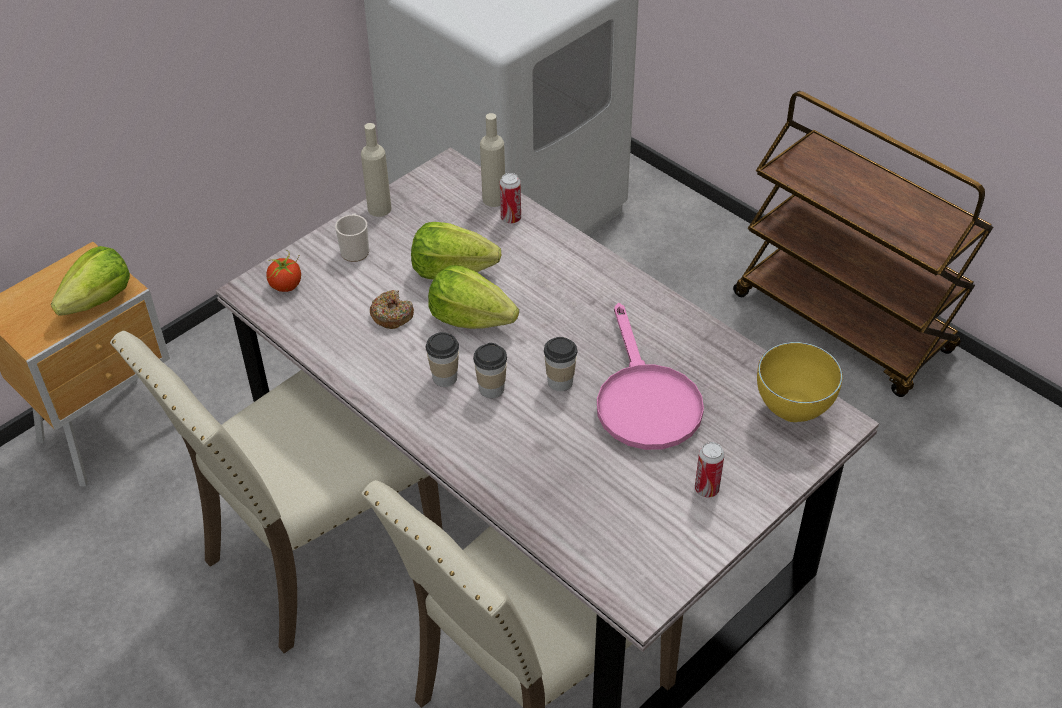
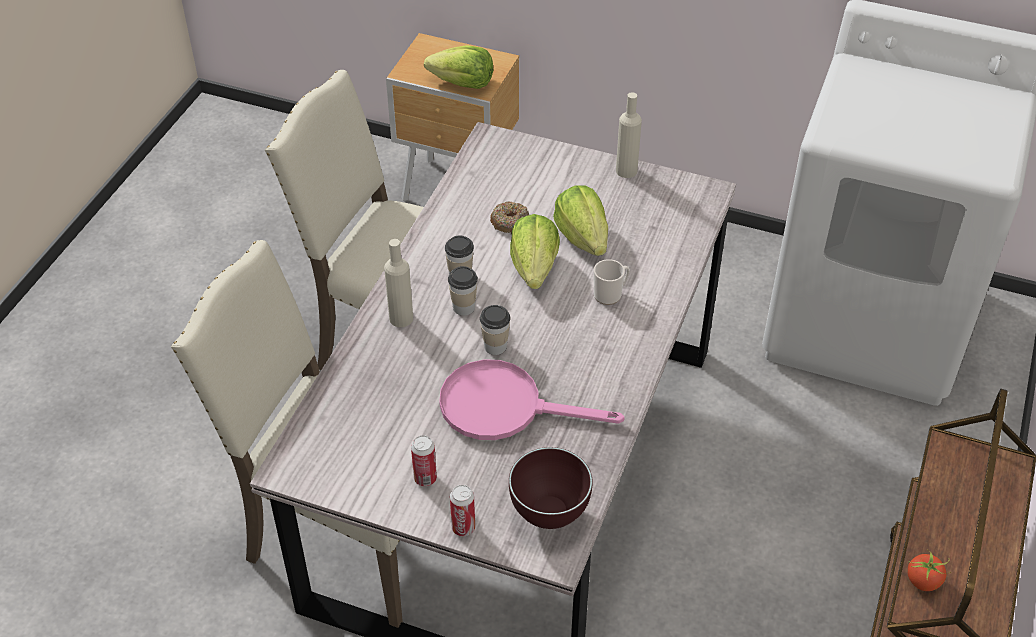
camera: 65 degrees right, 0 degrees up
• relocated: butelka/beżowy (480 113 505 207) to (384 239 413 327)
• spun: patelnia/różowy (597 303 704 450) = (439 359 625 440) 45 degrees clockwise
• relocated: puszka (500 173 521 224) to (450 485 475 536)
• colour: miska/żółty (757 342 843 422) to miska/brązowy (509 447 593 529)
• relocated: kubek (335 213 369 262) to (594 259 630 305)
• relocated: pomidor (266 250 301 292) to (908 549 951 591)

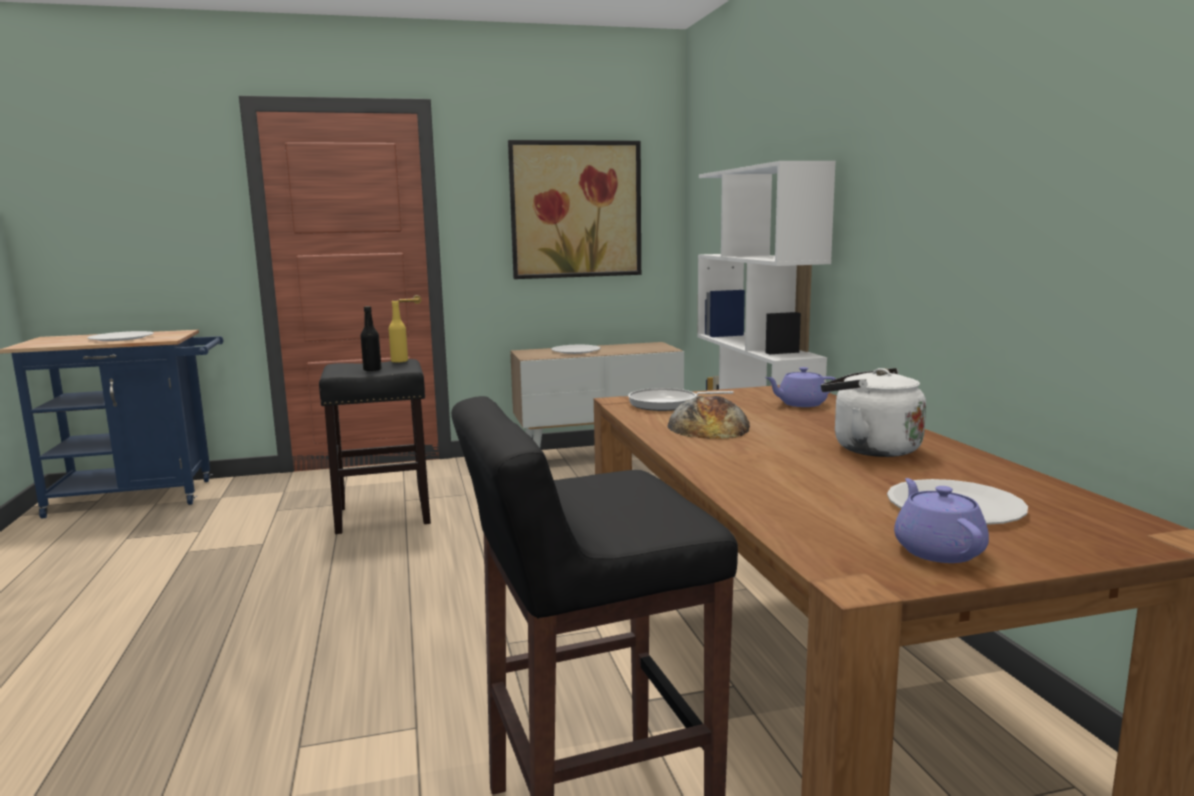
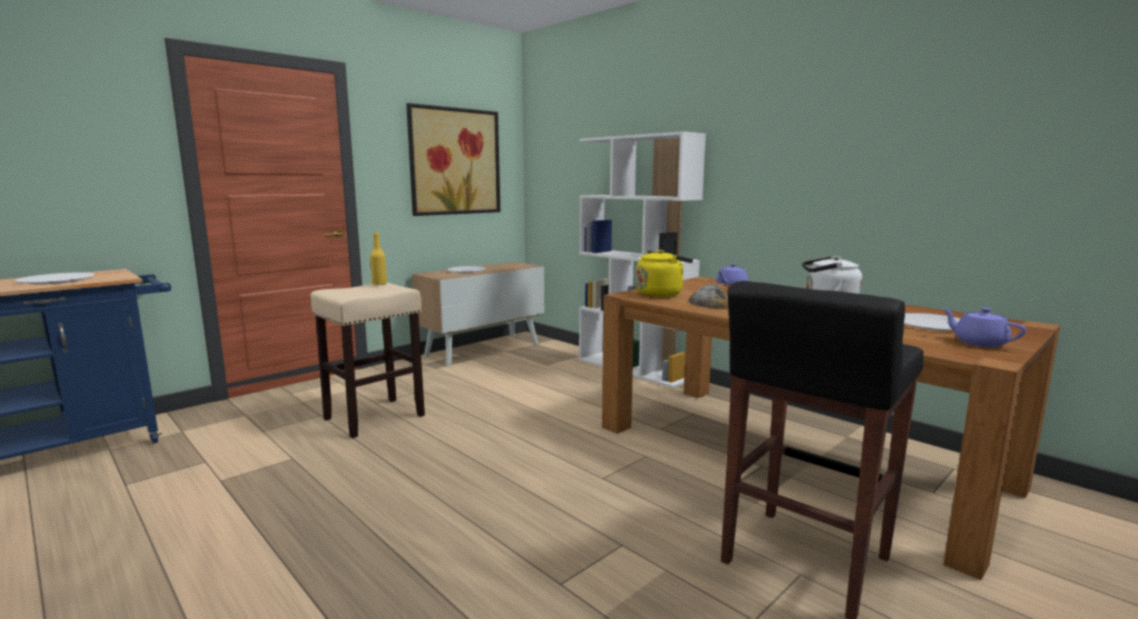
camera: 30 degrees left, 0 degrees up
• colour: stołek/czarny (319 359 431 534) to stołek/beżowy (310 283 425 438)
• exchanged: patelnia (628 388 734 411) to czajnik/żółty (636 250 693 297)
• missing: butelka/czarny (361 306 381 371)

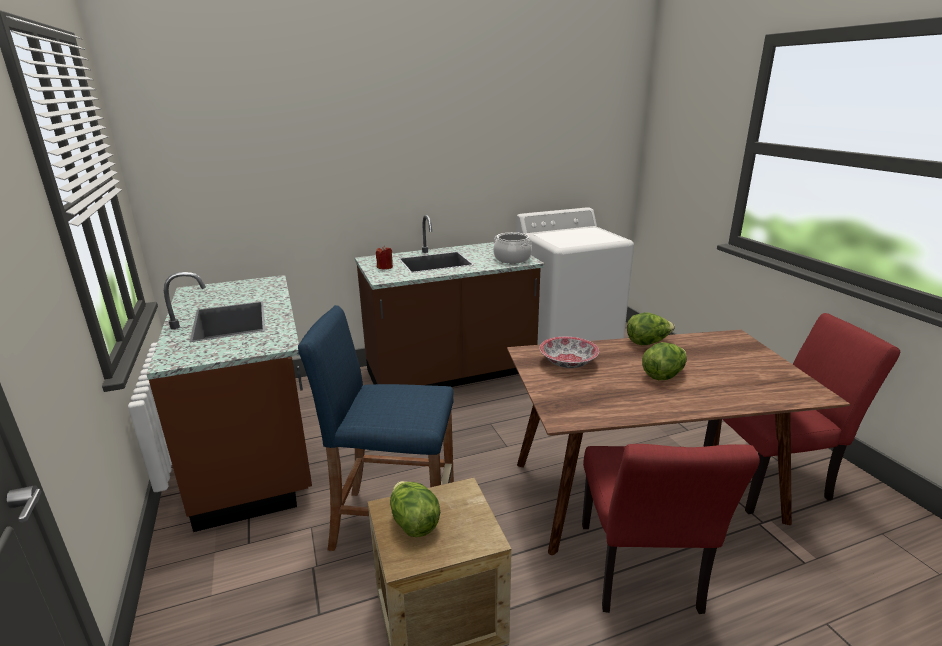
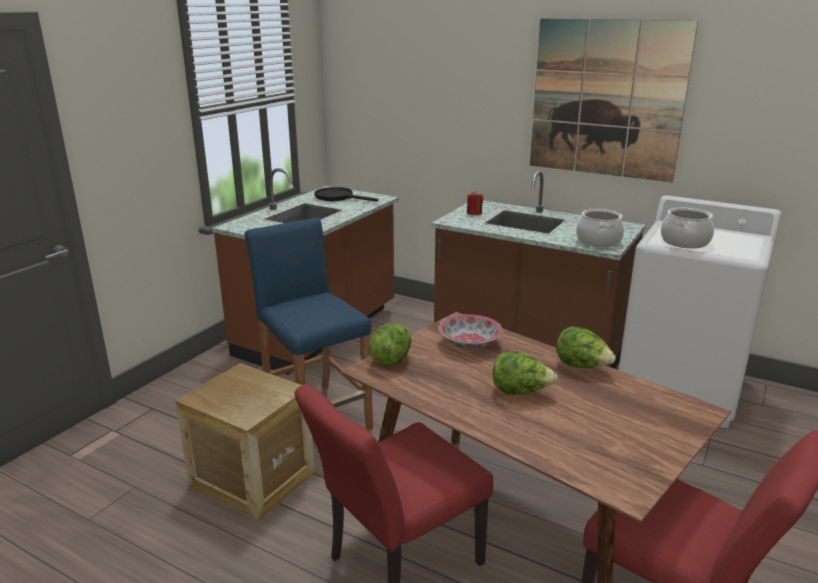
camera: 50 degrees right, 0 degrees up
• appeared: patelnia/czarny (315 187 379 202)
• relocated: sałata (390 481 440 537) to (368 324 412 366)
• appeared: obraz (530 18 698 182)
• appeared: garnek (661 208 714 249)

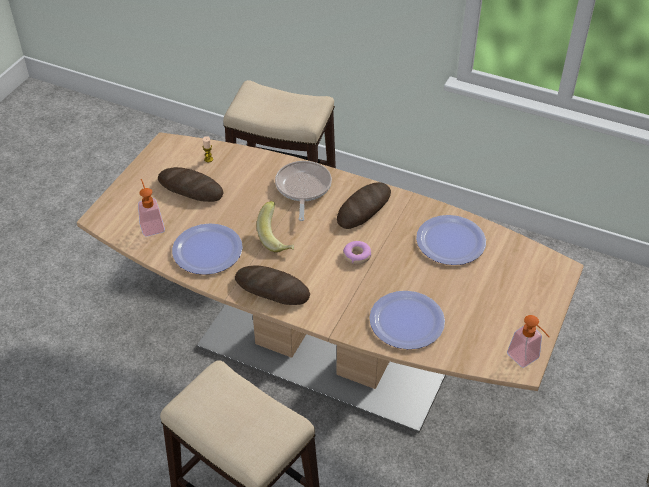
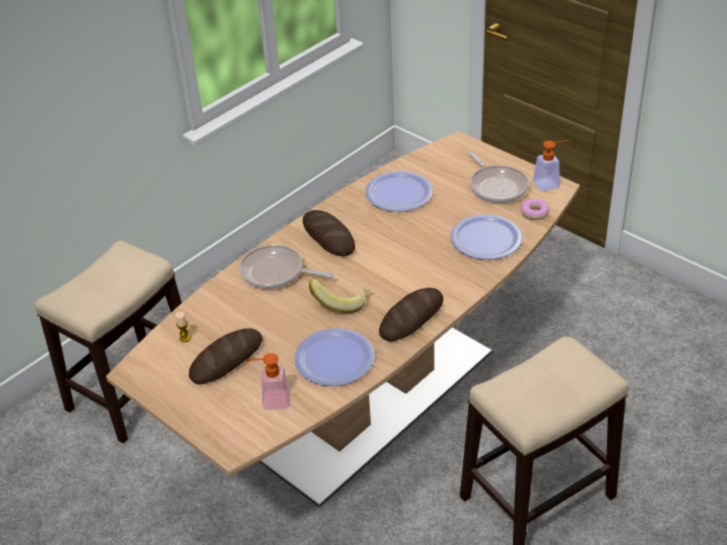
camera: 70 degrees left, 5 degrees down
• appeared: patelnia (467 150 529 203)
• relocated: donut (343 241 372 264) to (521 199 549 220)

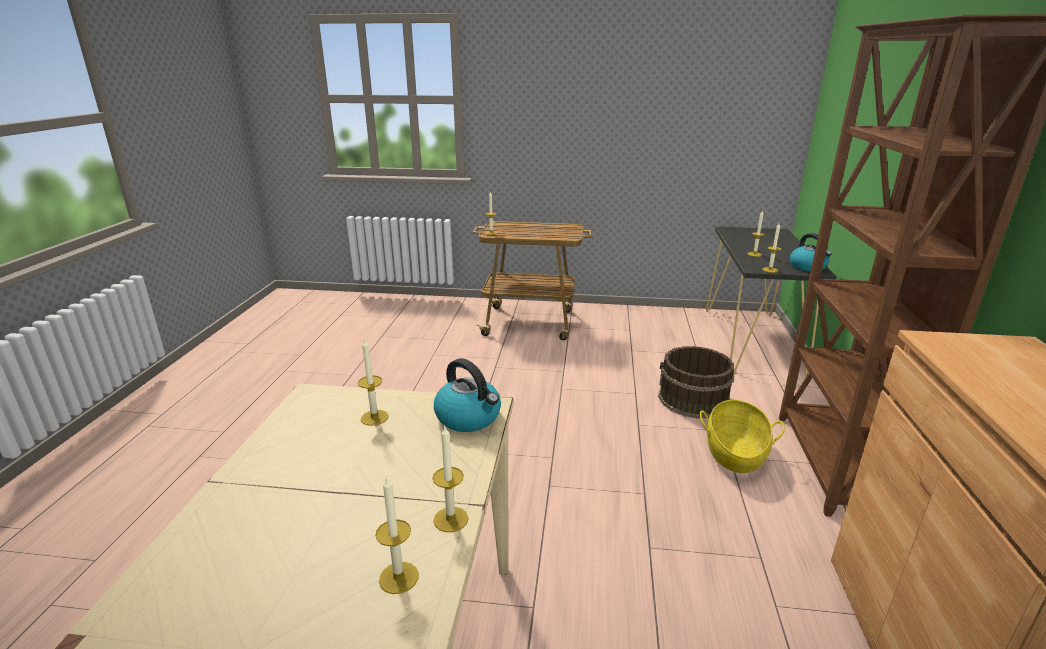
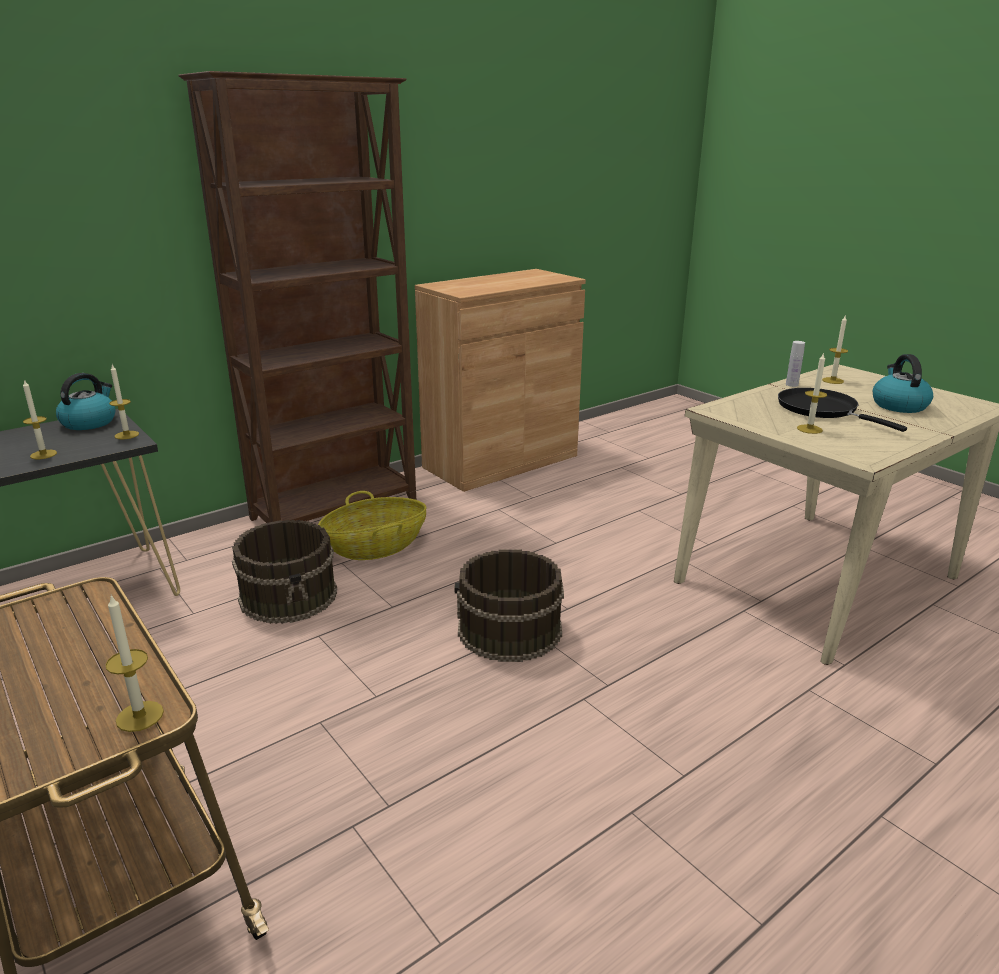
camera: 135 degrees left, 0 degrees up
• appeared: wiadro/brązowy (454 549 564 662)
• appeared: patelnia/czarny (778 388 907 432)
• exchanged: świeca (433 425 469 532) to butelka/biały (786 341 805 387)
• relocated: czajnik (434 358 501 432) to (873 354 933 413)

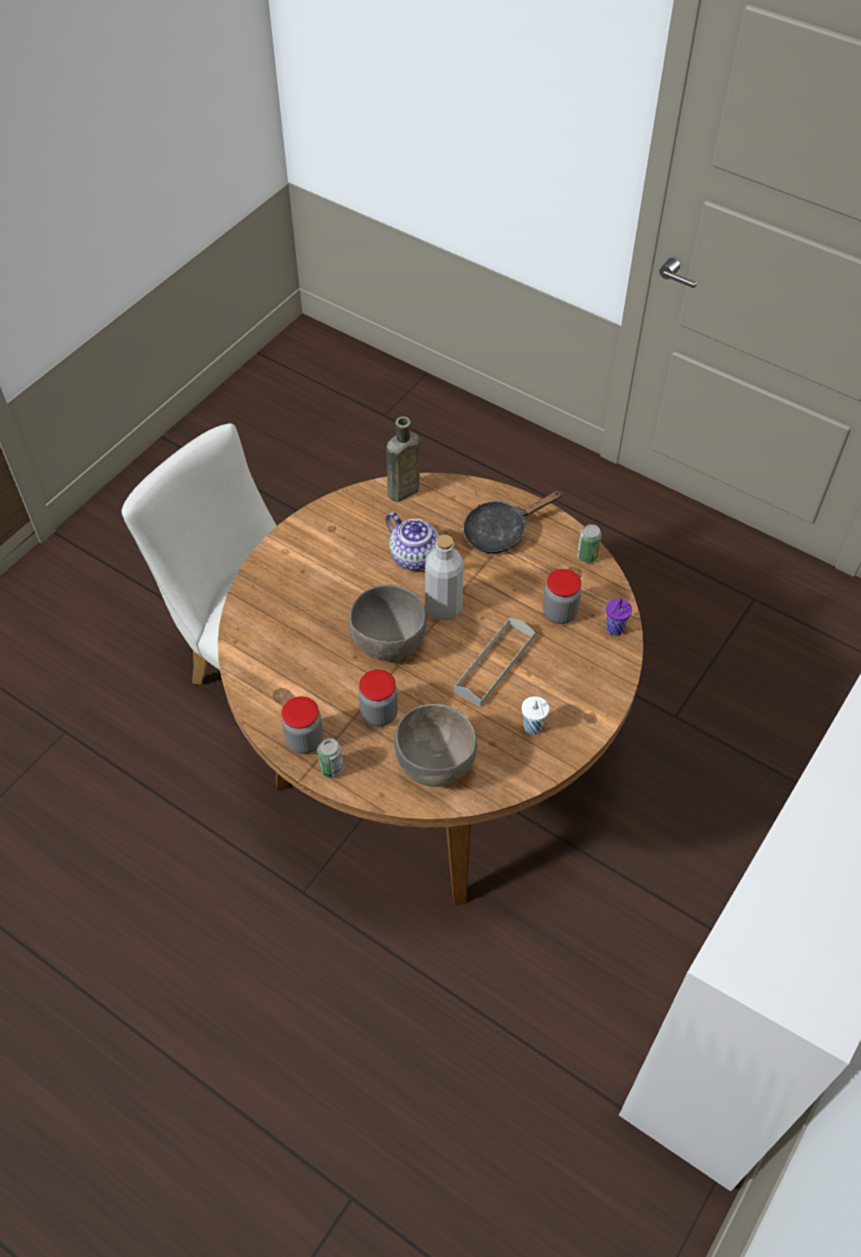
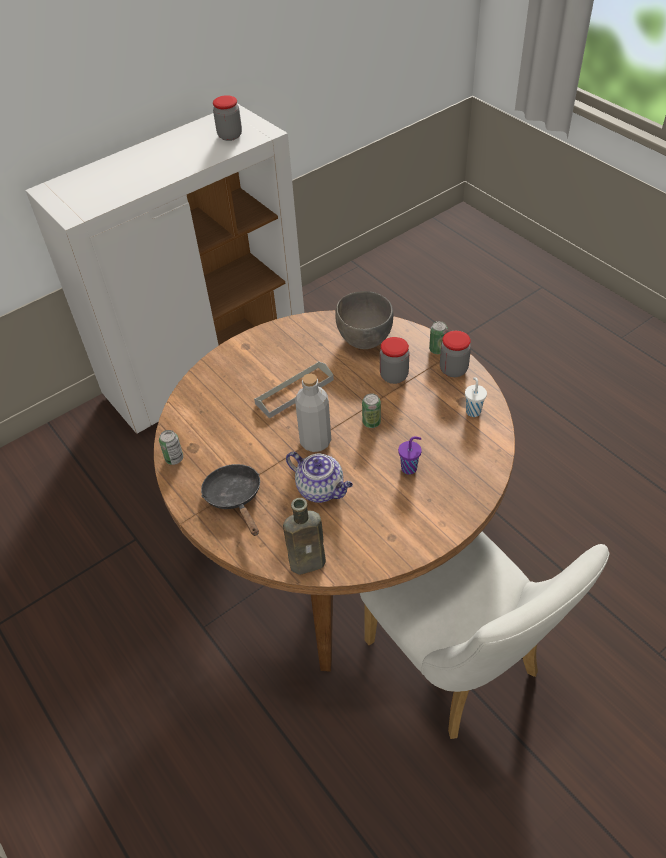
camera: 160 degrees left, 5 degrees down
• spun: patelnia/czarny (463 491 563 554) = (201 464 260 536) 105 degrees counterclockwise
• relocated: słoik (543 569 581 624) to (213 95 242 141)
• spun: imbryk (386 512 439 571) = (286 452 353 503) 150 degrees clockwise
• exchanged: miska/szary (349 585 427 661) to puszka (362 393 381 428)
• relocated: filiżanka/fioletowy (606 598 632 636) to (398 436 422 474)
• relocated: filiżanka/biały (522 696 549 735) to (465 378 487 417)

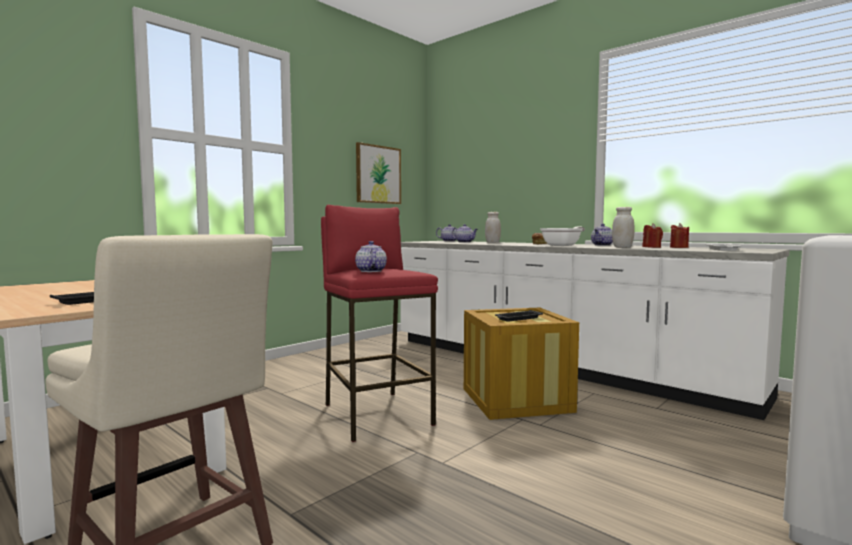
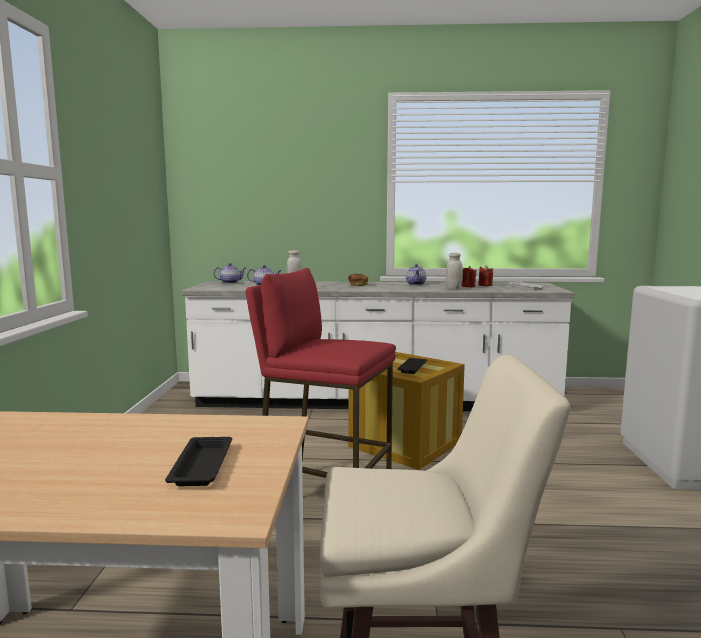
camera: 40 degrees left, 5 degrees up
• missing: imbryk (355 241 387 272)
• missing: obraz (356 142 401 204)
• missing: patelnia (540 227 585 246)

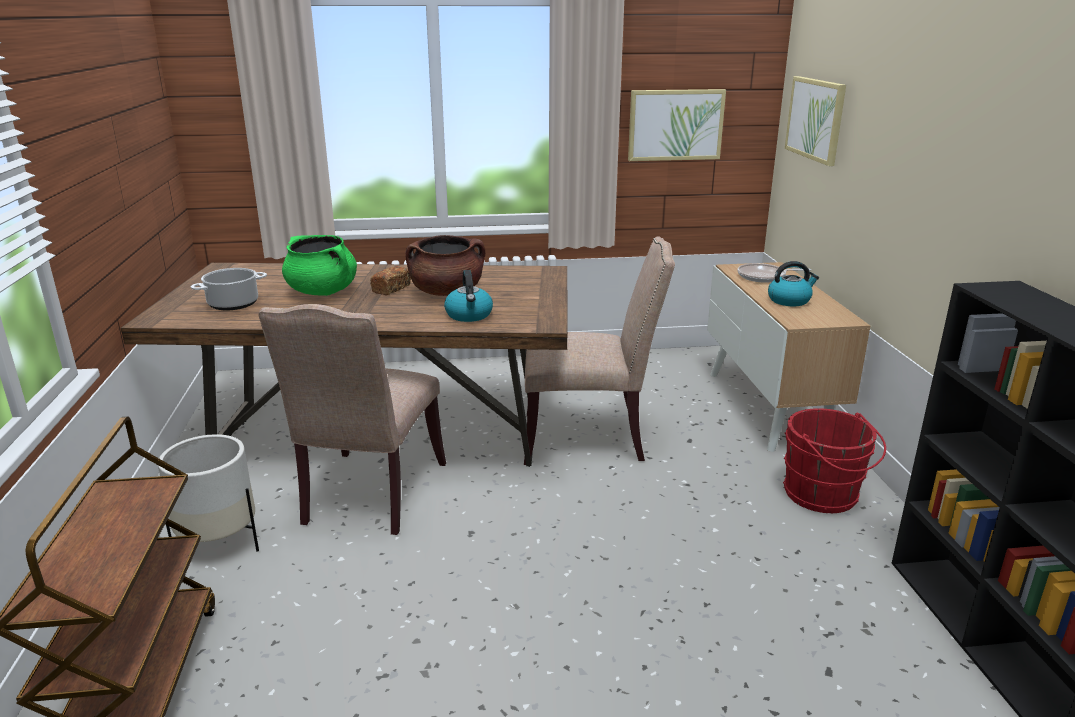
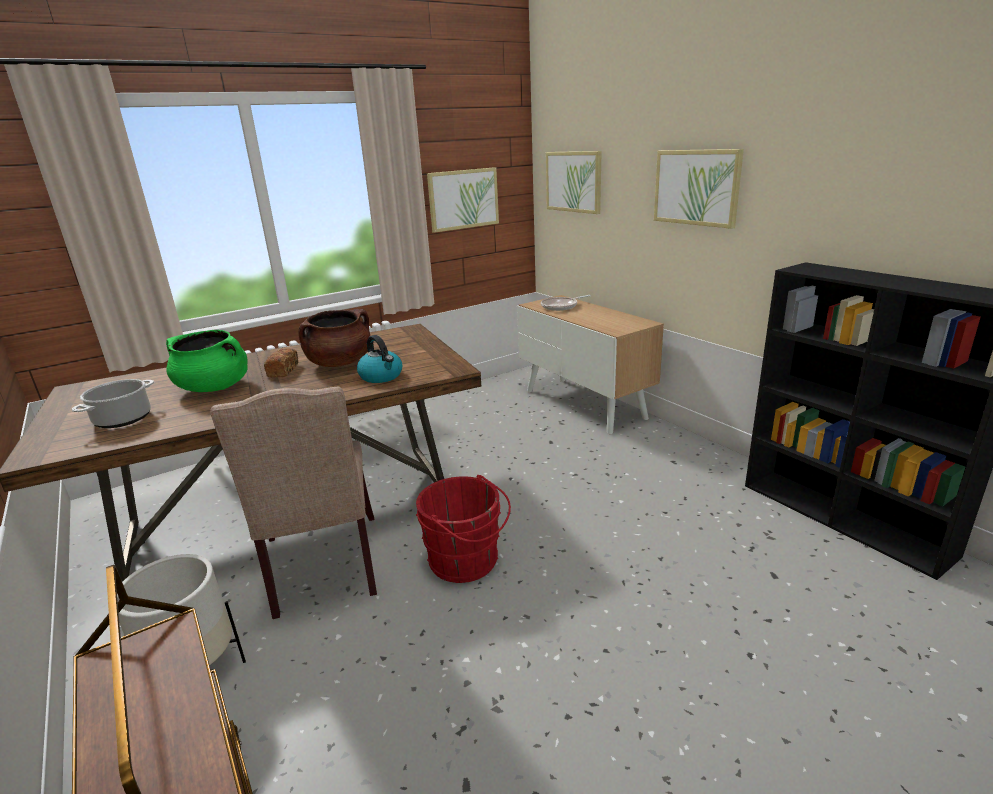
camera: 25 degrees left, 0 degrees up
• relocated: wiadro/czerwony (783 408 886 513) to (416 475 511 583)
• appeared: obraz (654 149 744 229)
• missing: krzesło/beżowy (524 236 675 465)
• missing: czajnik (768 261 819 306)

